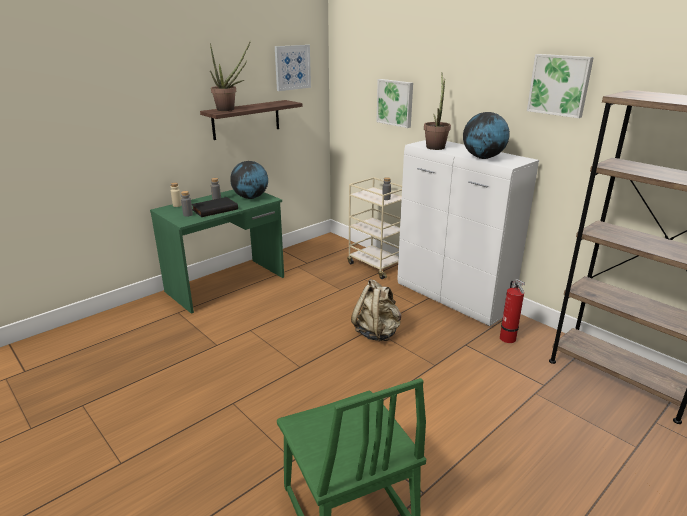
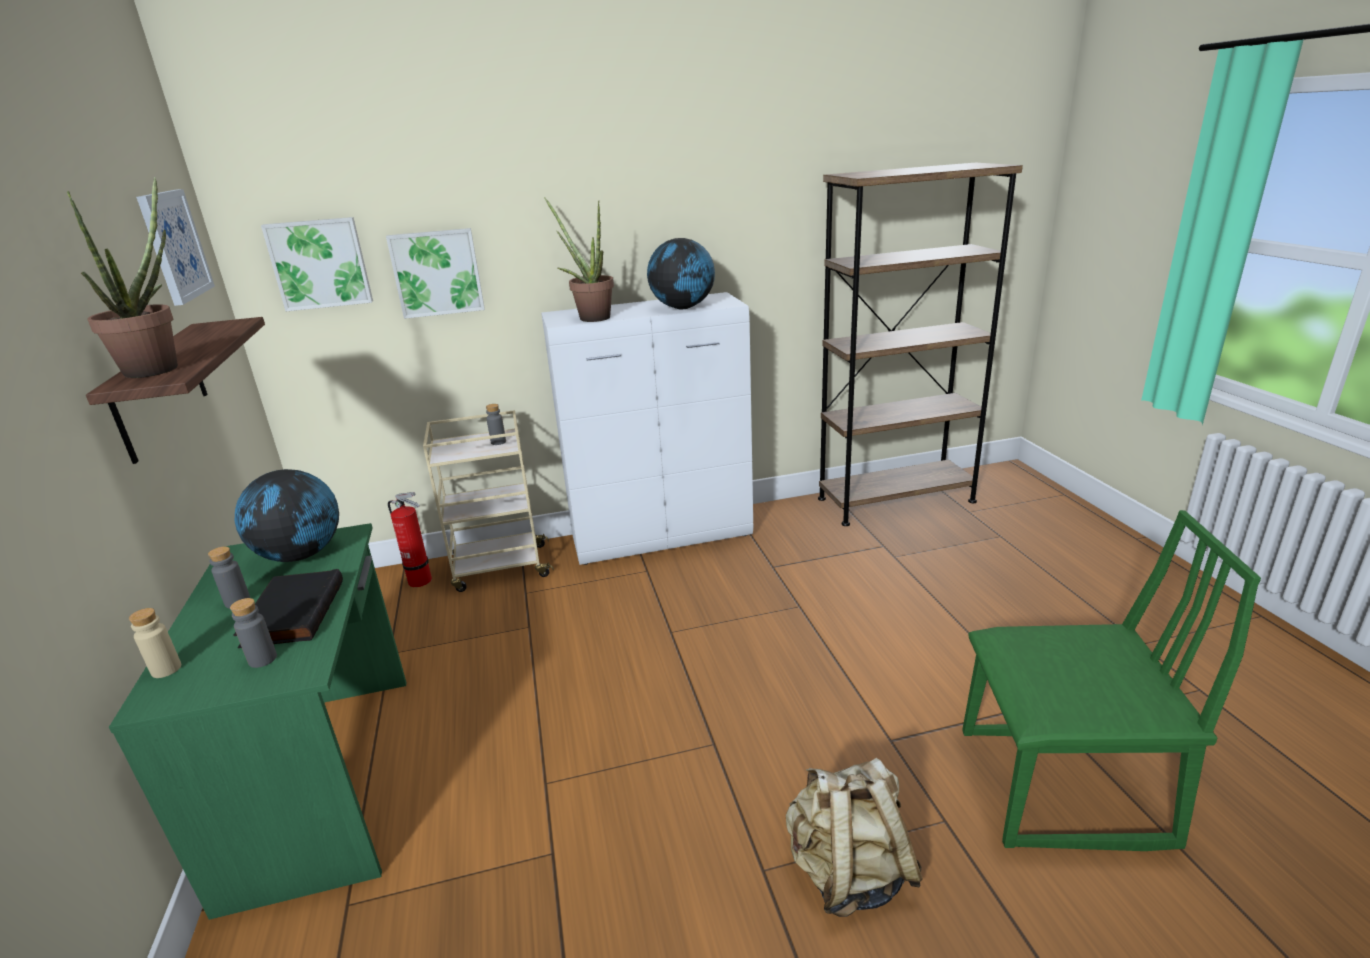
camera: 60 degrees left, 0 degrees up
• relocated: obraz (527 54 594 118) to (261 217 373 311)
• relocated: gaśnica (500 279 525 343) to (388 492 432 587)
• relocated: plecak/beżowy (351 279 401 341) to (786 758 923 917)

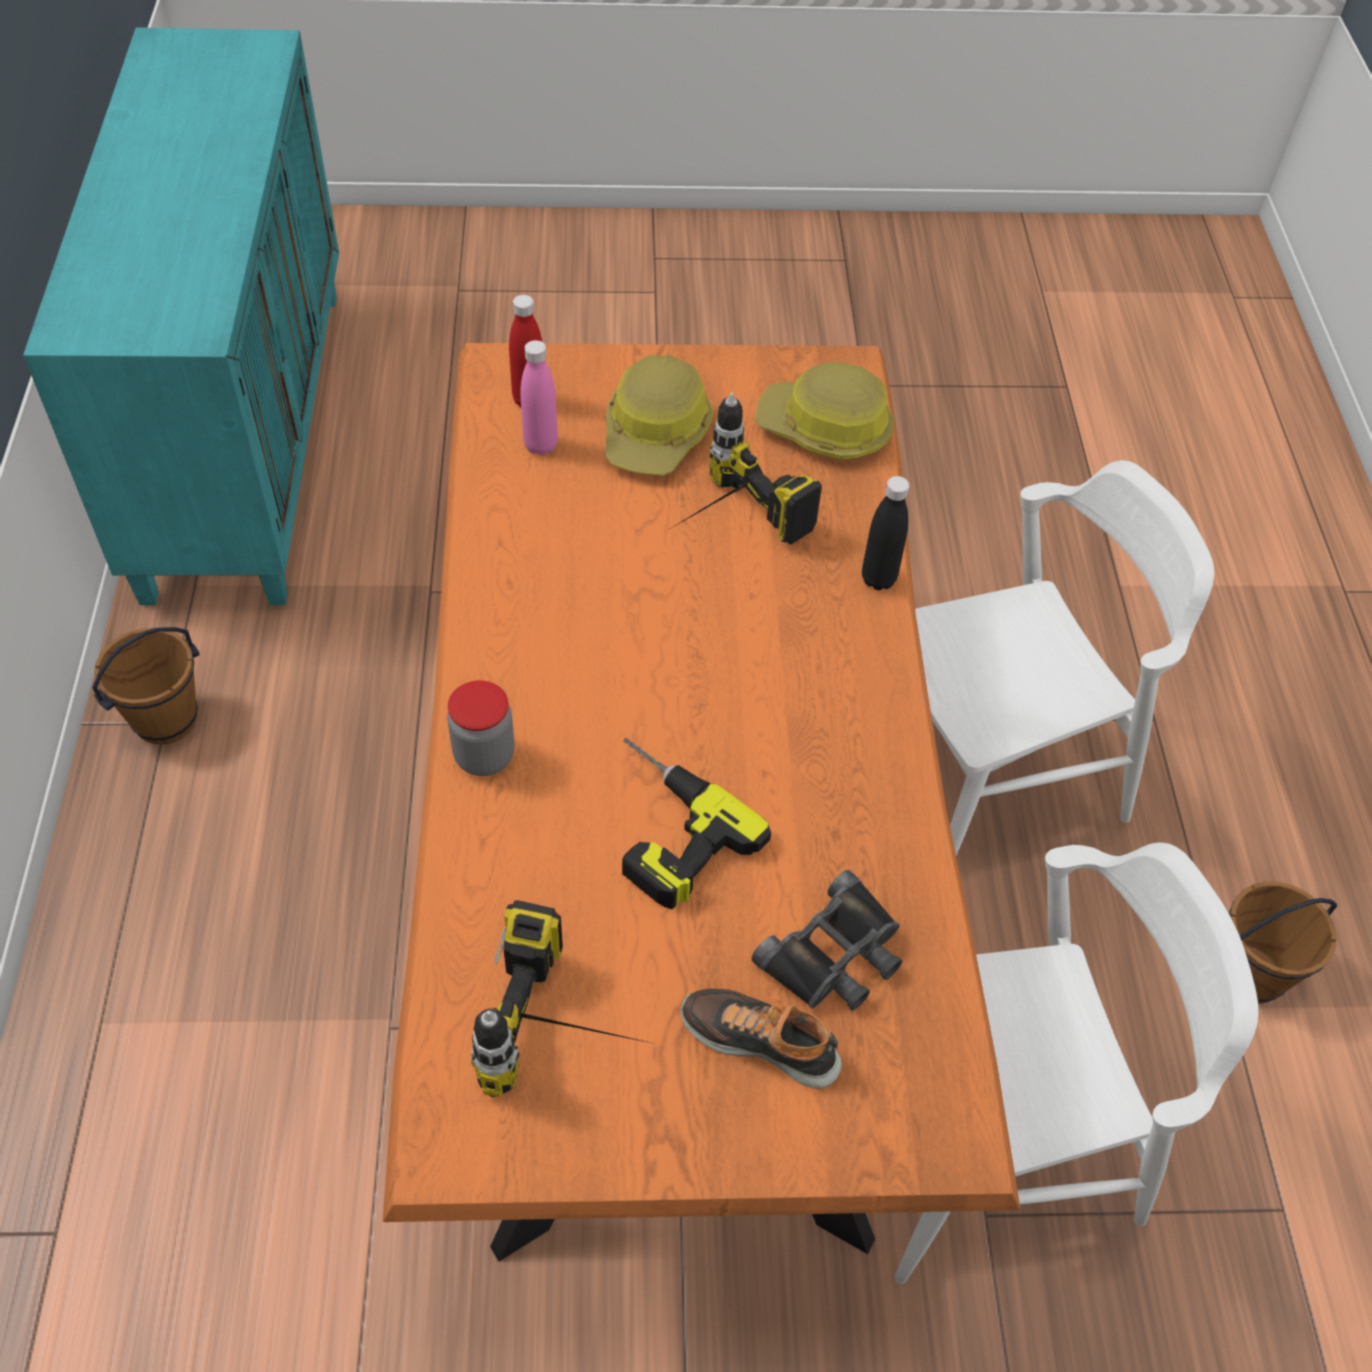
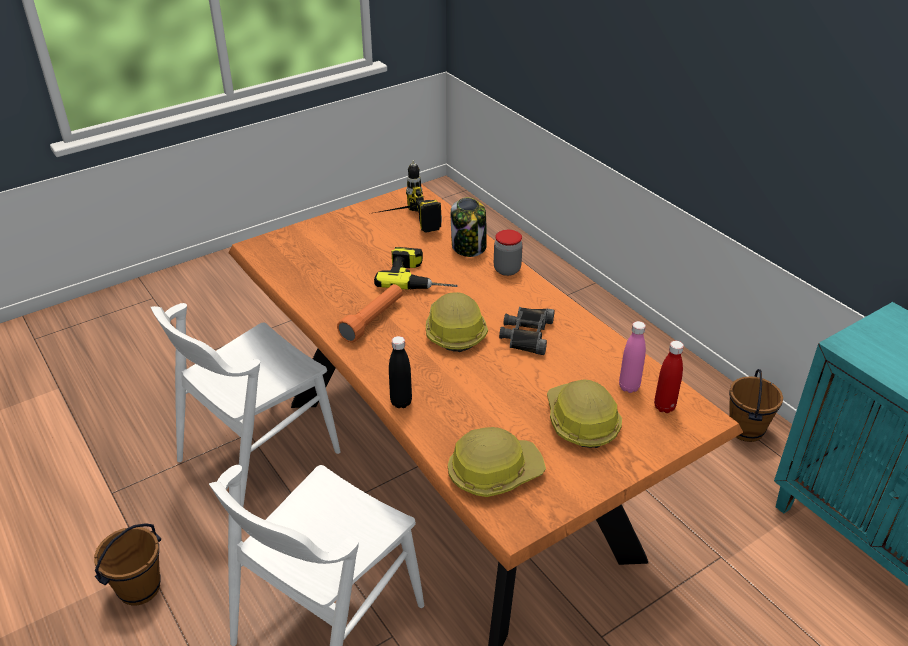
camera: 150 degrees right, 15 degrees down
• appeared: latarka/pomarańczowy (337 284 403 343)
• appeared: kask (426 292 488 352)
• appeared: słoik (451 197 487 257)
• relocated: lornetka/czarny (752 870 902 1010) to (499 307 555 355)
• missing: wiertarka (670 393 822 545)
• missing: but (680 989 842 1089)

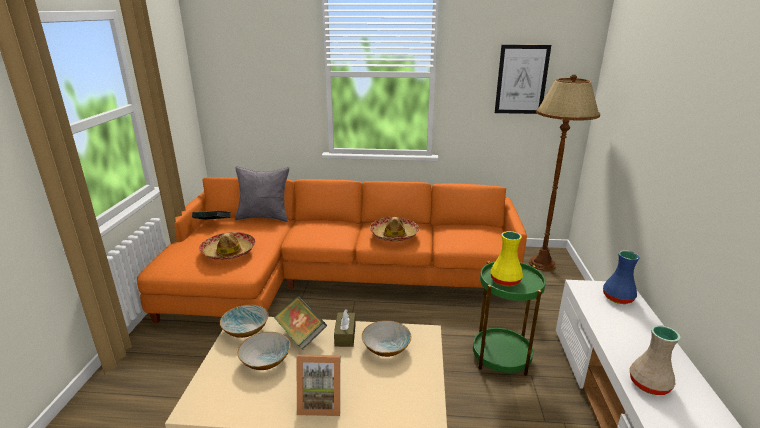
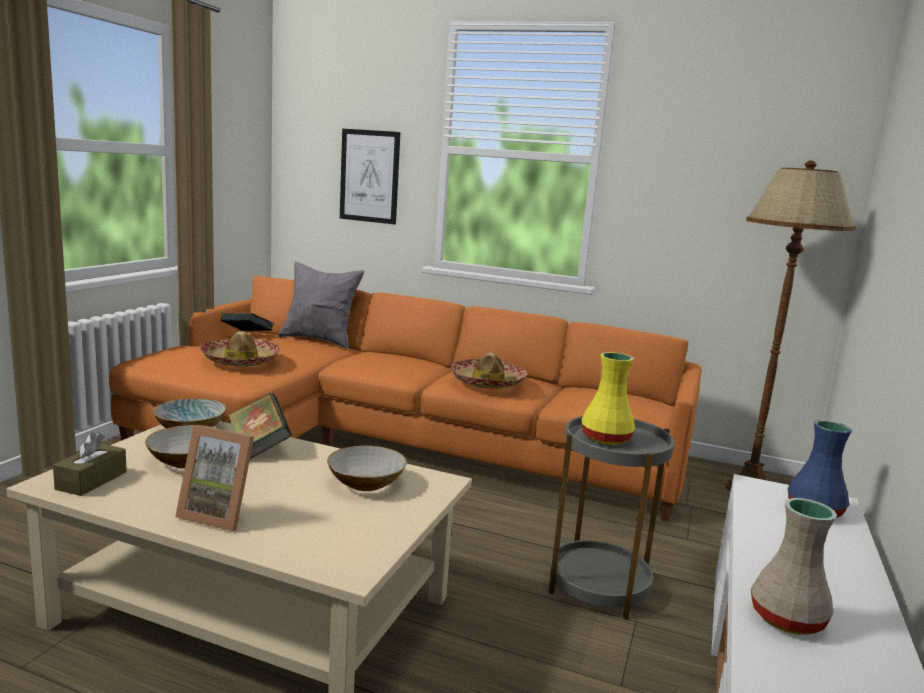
camera: 15 degrees right, 10 degrees down
• relocated: pudełko chusteczek/brązowy (334 309 356 347) to (53 432 127 496)
• relocated: obraz (495 45 551 114) to (340 129 400 224)
• colour: stolik/zielony (473 261 546 376) to stolik/szary (549 416 674 619)

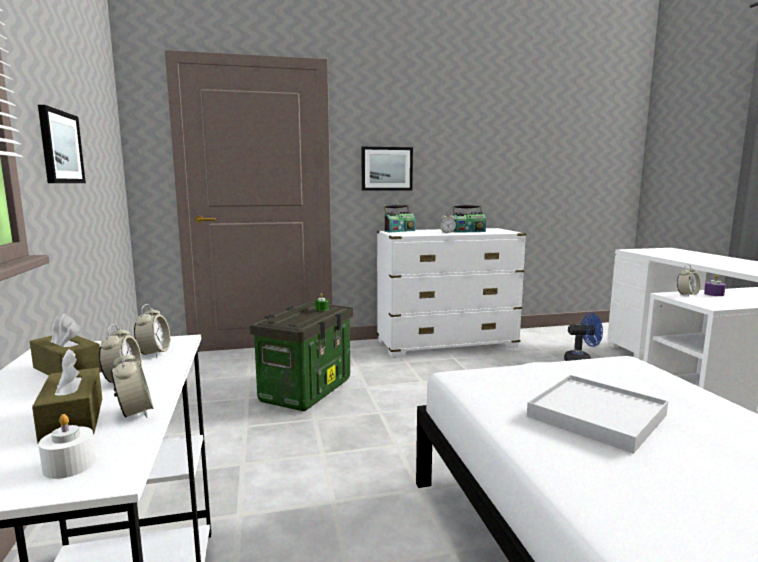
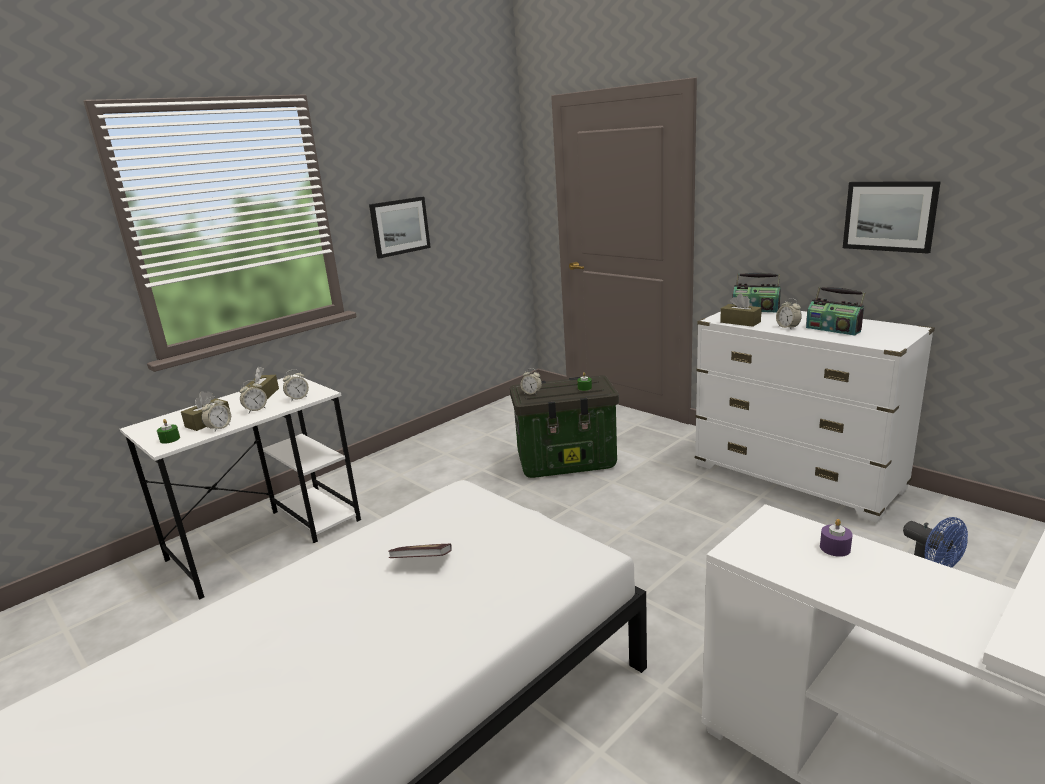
camera: 60 degrees right, 10 degrees up
• colour: świeca/biały (38 414 96 479) to świeca/zielony (157 419 180 444)
• exchanged: taca/biały (527 375 668 454) to książka (388 544 452 558)
• relocated: budzik (677 264 701 296) to (520 368 542 395)
• appeared: pudełko chusteczek/brązowy (720 294 762 327)
• relocated: obraz (361 147 413 191) to (843 181 941 254)

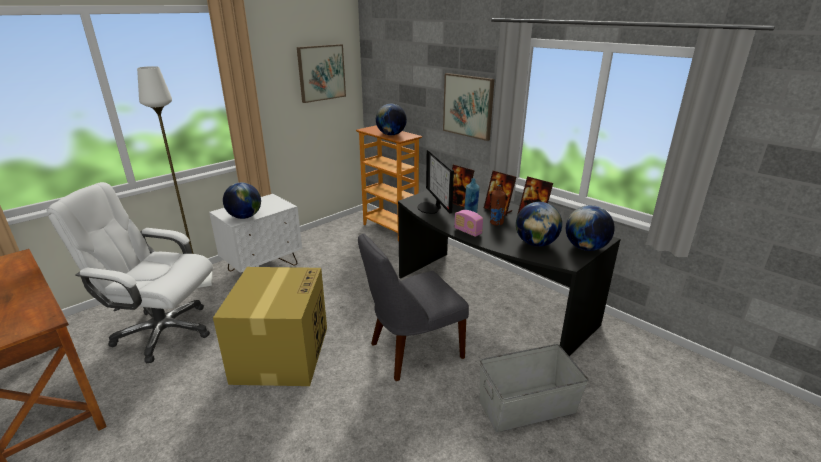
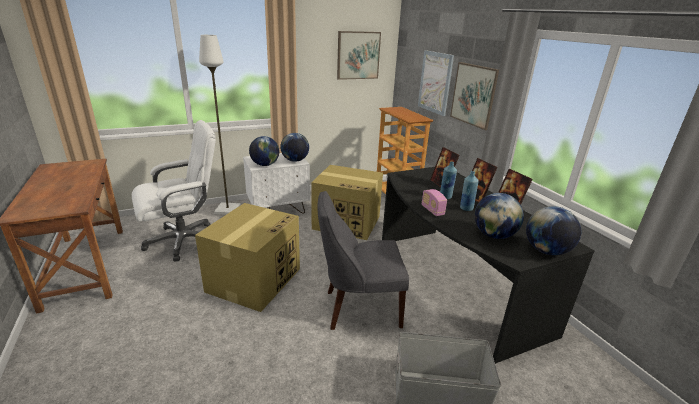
camera: 20 degrees right, 0 degrees up
• spun: krzesło biurowe/biały (47 182 213 363) = (132 120 216 262) 120 degrees clockwise
• relocated: globus (376 104 407 135) to (280 133 309 162)
• appeared: karton (311 165 383 240)
• appeared: obraz (418 50 454 116)
• colour: butelka/brązowy (490 185 506 225) to butelka/niebieski (460 171 479 211)
• missing: monitor (418 149 454 214)

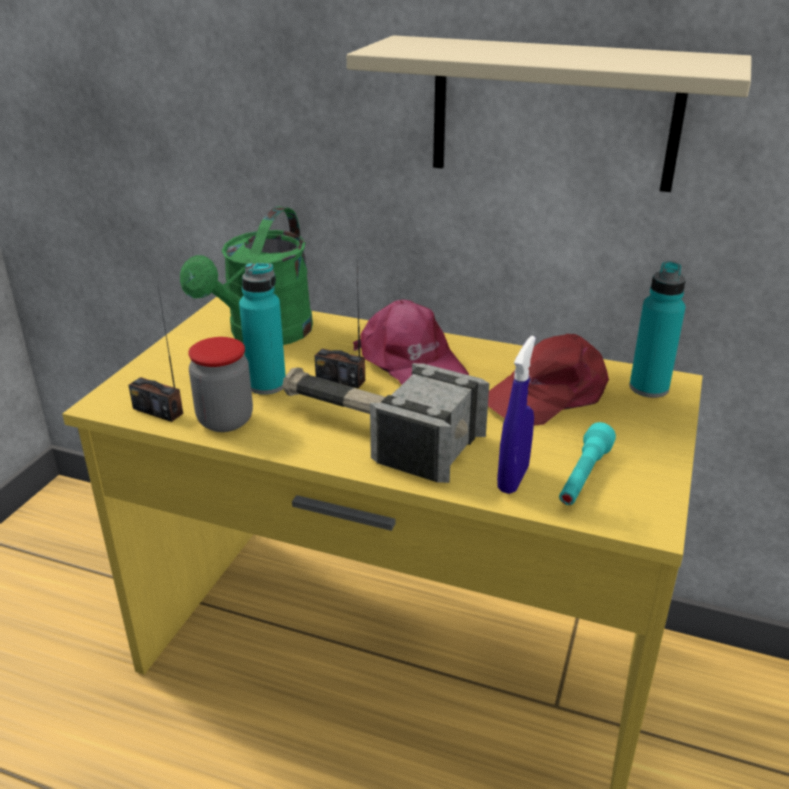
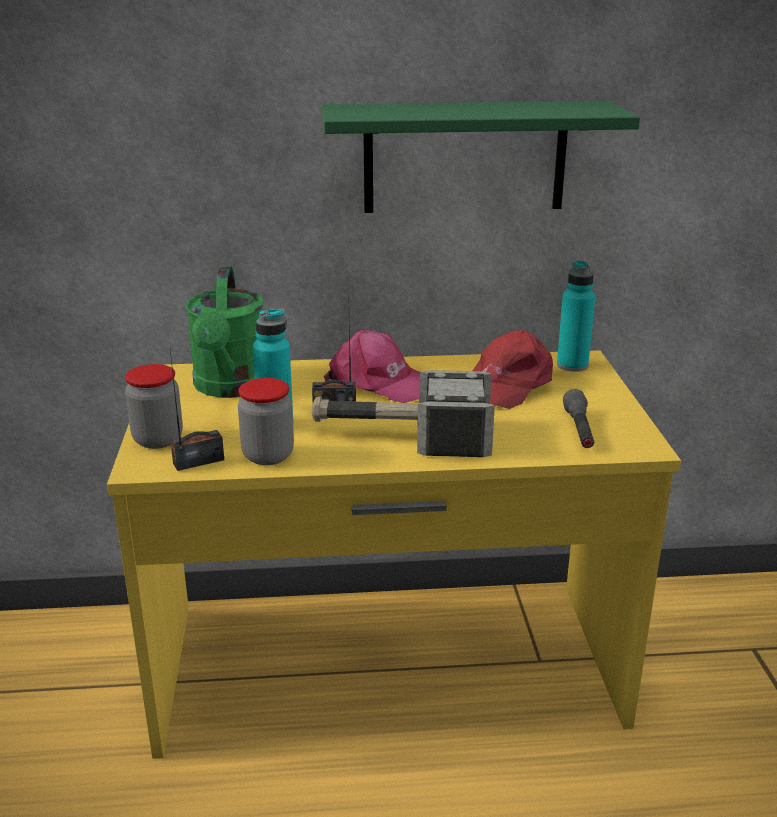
camera: 25 degrees left, 5 degrees down
• appeared: słoik (125 364 183 449)
• spun: radio (128 287 183 422) = (170 351 224 471) 150 degrees clockwise
• colour: półka/beżowy (347 35 752 192) to półka/zielony (322 101 640 213)
• colour: latarka/turkusowy (559 422 616 505) to latarka/szary (563 389 594 448)
• missing: spryskiwacz/niebieski (497 336 536 494)

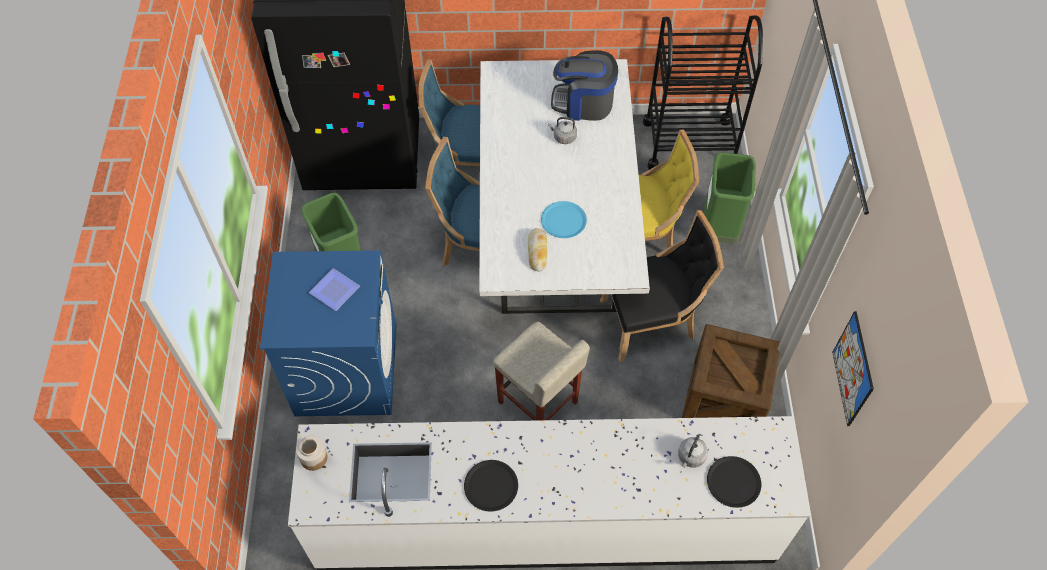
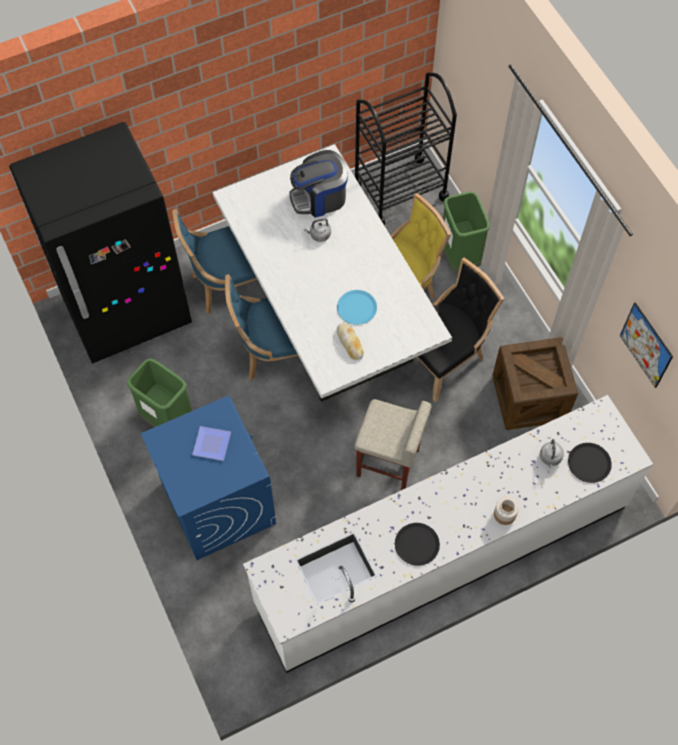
camera: 25 degrees left, 5 degrees up
• relocated: słoik (296 436 327 471) to (494 497 519 525)

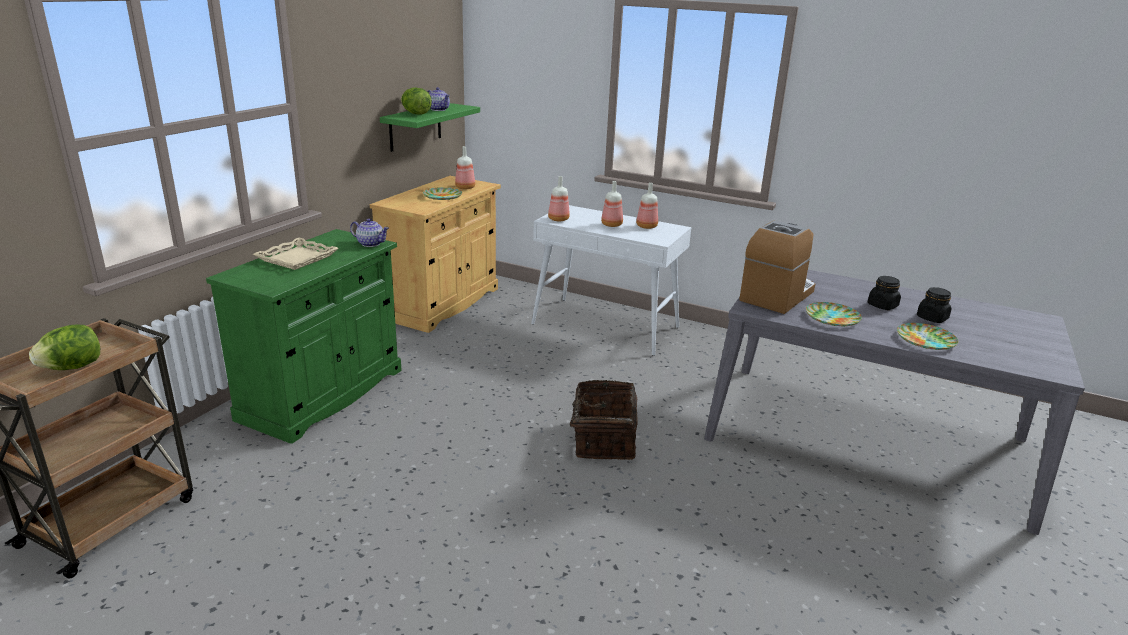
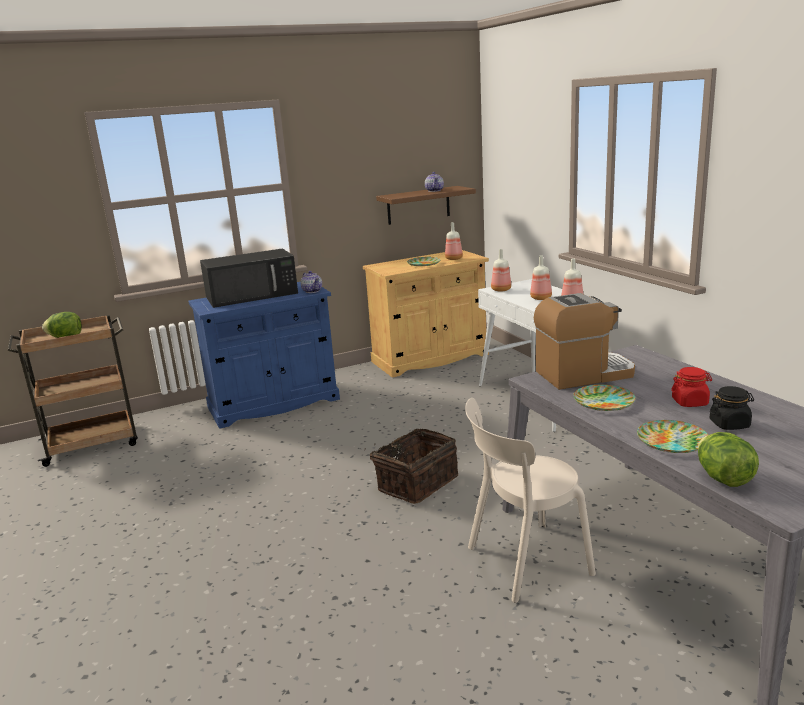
camera: 40 degrees right, 5 degrees down
• colour: szafka/zielony (206 229 402 444) to szafka/niebieski (188 282 340 429)
• exchanged: taca/beżowy (253 237 339 270) to mikrofalówka/czarny (200 248 298 308)
• colour: półka/zielony (380 103 480 152) to półka/brązowy (376 186 476 225)
• appeared: krzesło/beżowy (465 398 596 603)
• colour: słoik/czarny (868 276 901 310) to słoik/czerwony (671 367 712 407)
• relocated: sałata (401 88 432 115) to (698 432 759 487)

